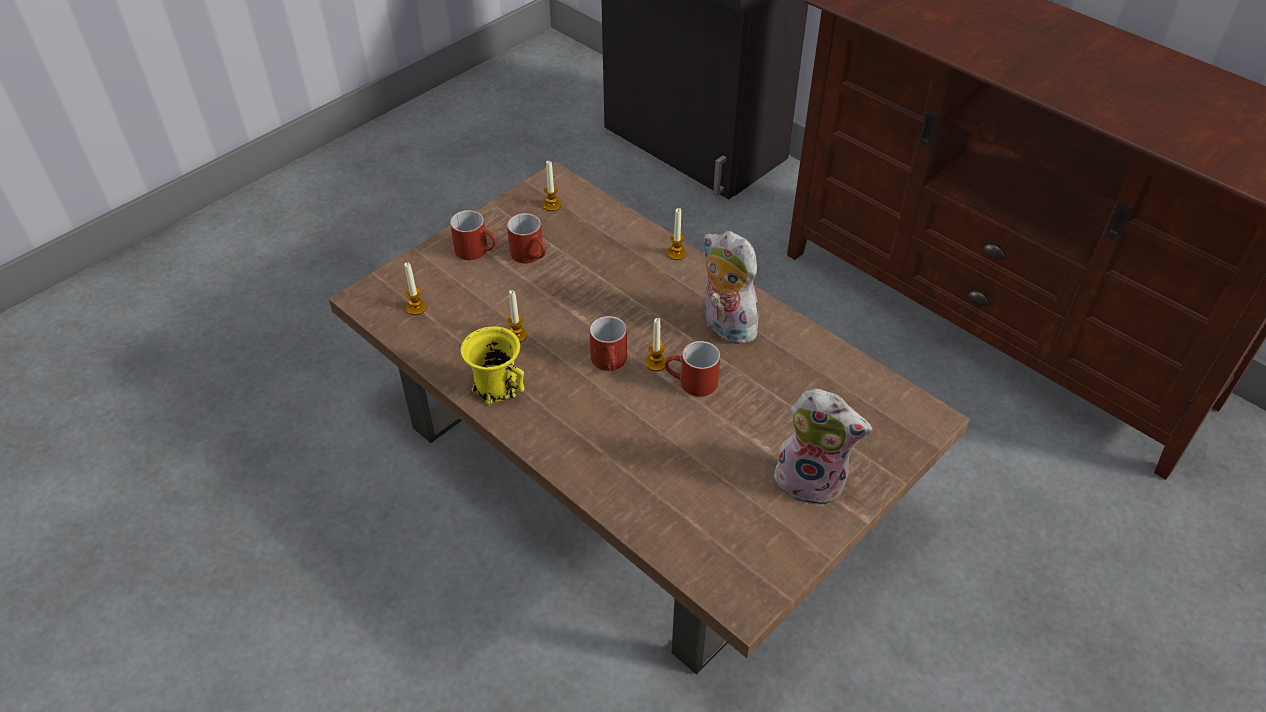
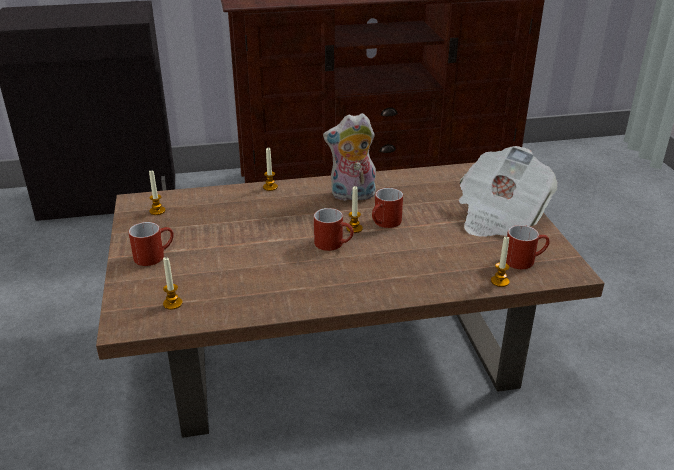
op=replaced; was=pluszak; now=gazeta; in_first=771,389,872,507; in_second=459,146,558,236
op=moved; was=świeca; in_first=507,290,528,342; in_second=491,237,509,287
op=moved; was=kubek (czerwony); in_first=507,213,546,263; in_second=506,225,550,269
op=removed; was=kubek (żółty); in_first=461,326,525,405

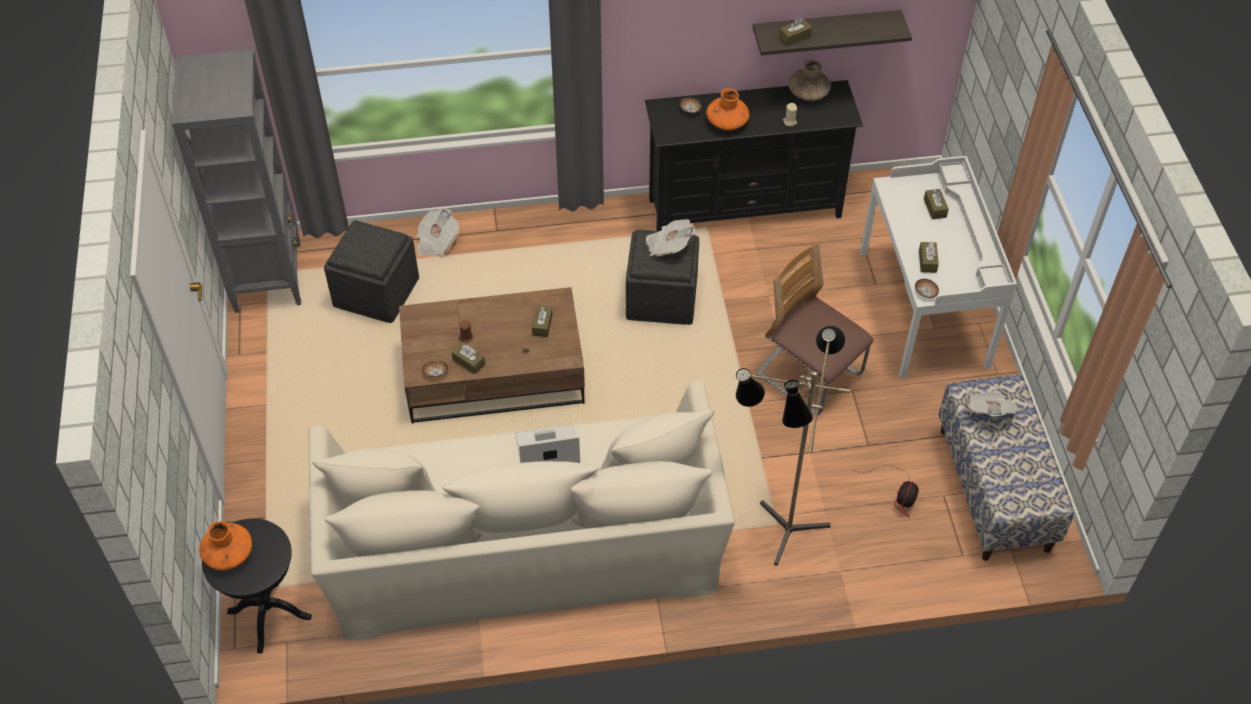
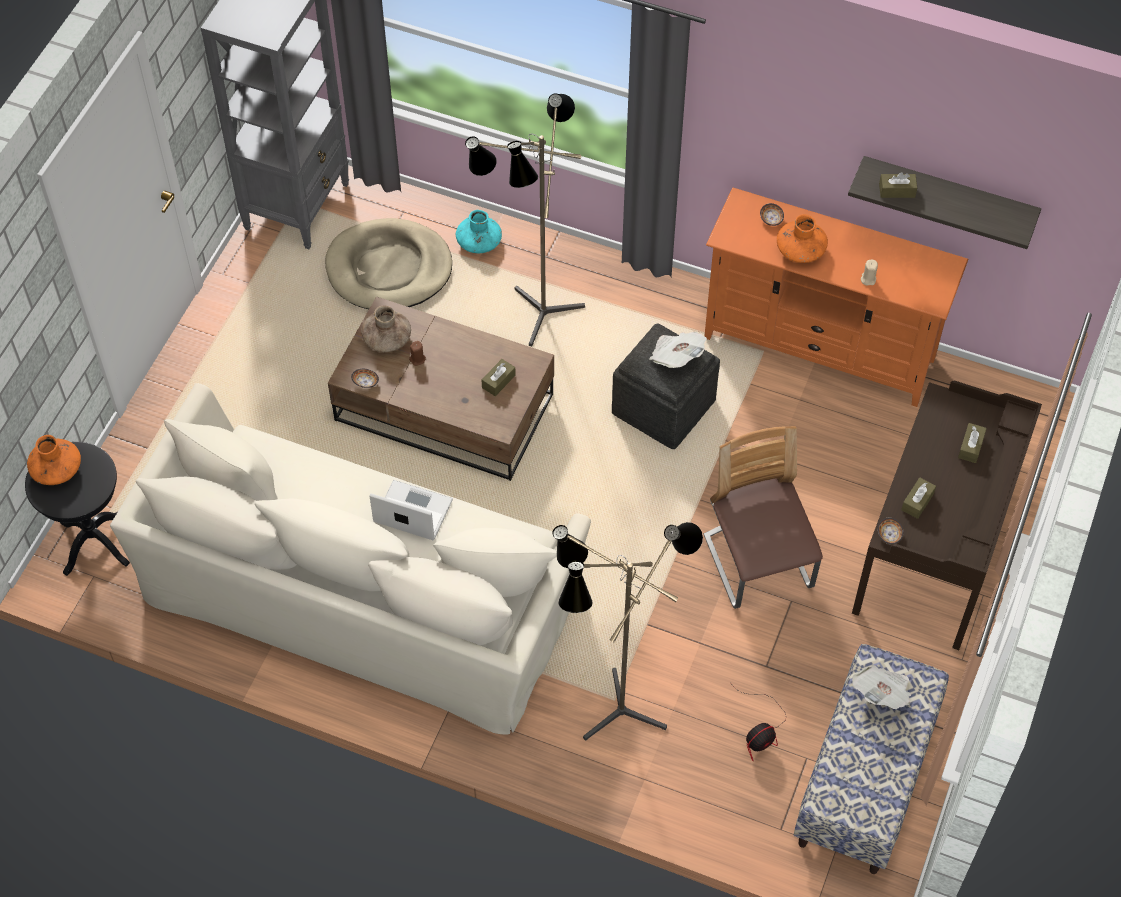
op=replaced; was=pufa (szary); now=legowisko (beżowy); in_first=324,220,419,323; in_second=325,218,452,309
op=moved; was=wazon (brązowy); in_first=788,60,831,101; in_second=361,305,411,352
op=replaced; was=gazeta; now=wazon (turkusowy); in_first=416,208,459,257; in_second=456,210,502,253
op=added; now=lampa stojąca; in_second=465,93,585,346
op=recoloured; was=szafka pod telewizor (czarny); now=szafka pod telewizor (pomarańczowy); in_first=645,80,863,231; in_second=704,187,969,407
op=recoloured; was=biurko (biały); now=biurko (brązowy); in_first=860,156,1017,379; in_second=852,381,1042,650
op=removed; was=pudełko chusteczek (brązowy); in_first=452,343,485,374

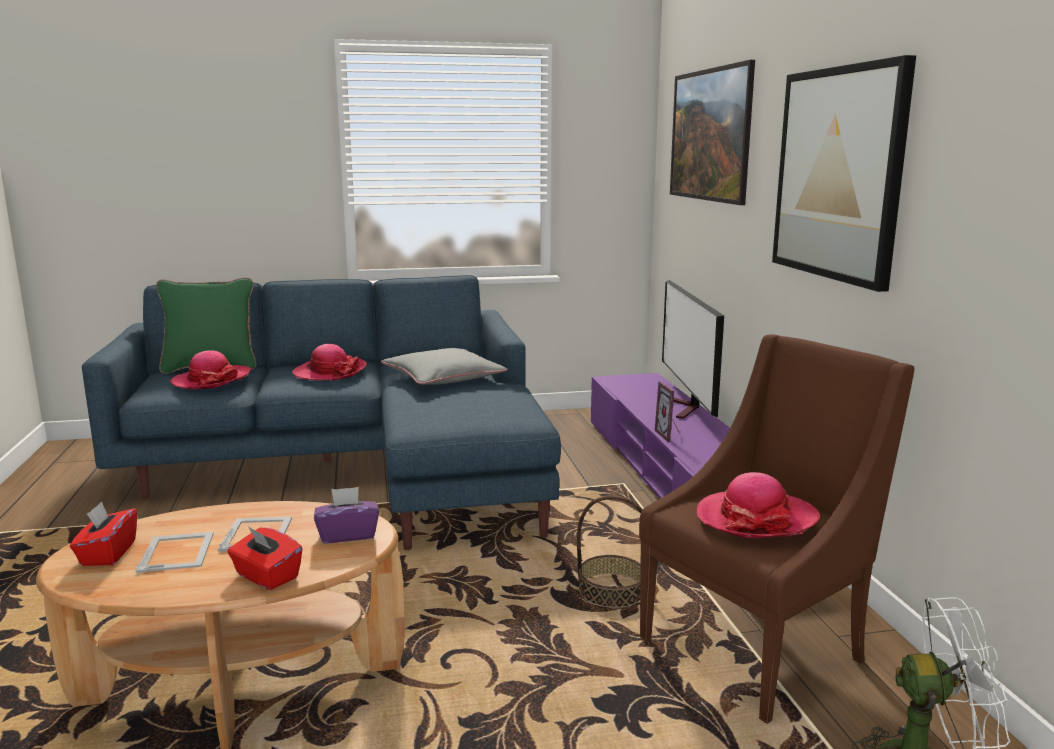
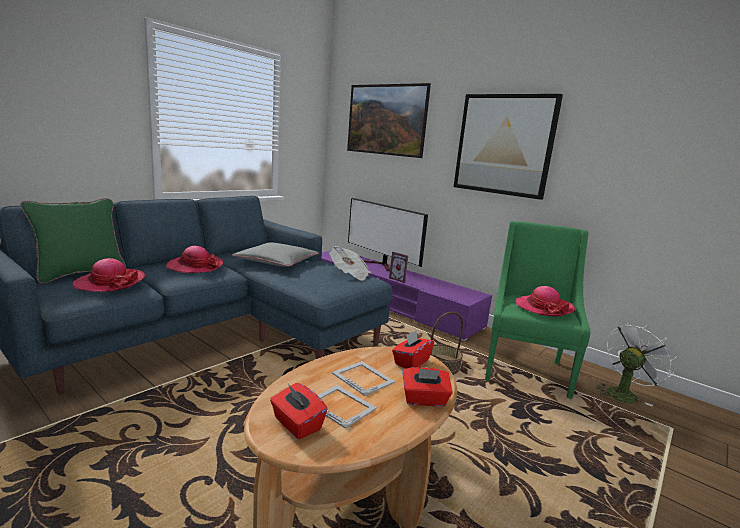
op=added; now=gazeta; in_second=329,246,371,281
op=recoloured; was=pudełko chusteczek (fioletowy); now=pudełko chusteczek (czerwony); in_first=314,487,379,543; in_second=392,330,434,369
op=recoloured; was=fotel (brązowy); now=fotel (zielony); in_first=639,334,915,724; in_second=485,221,591,399

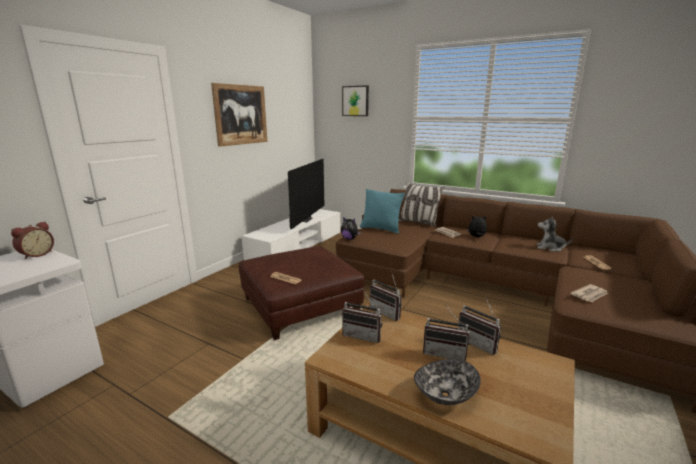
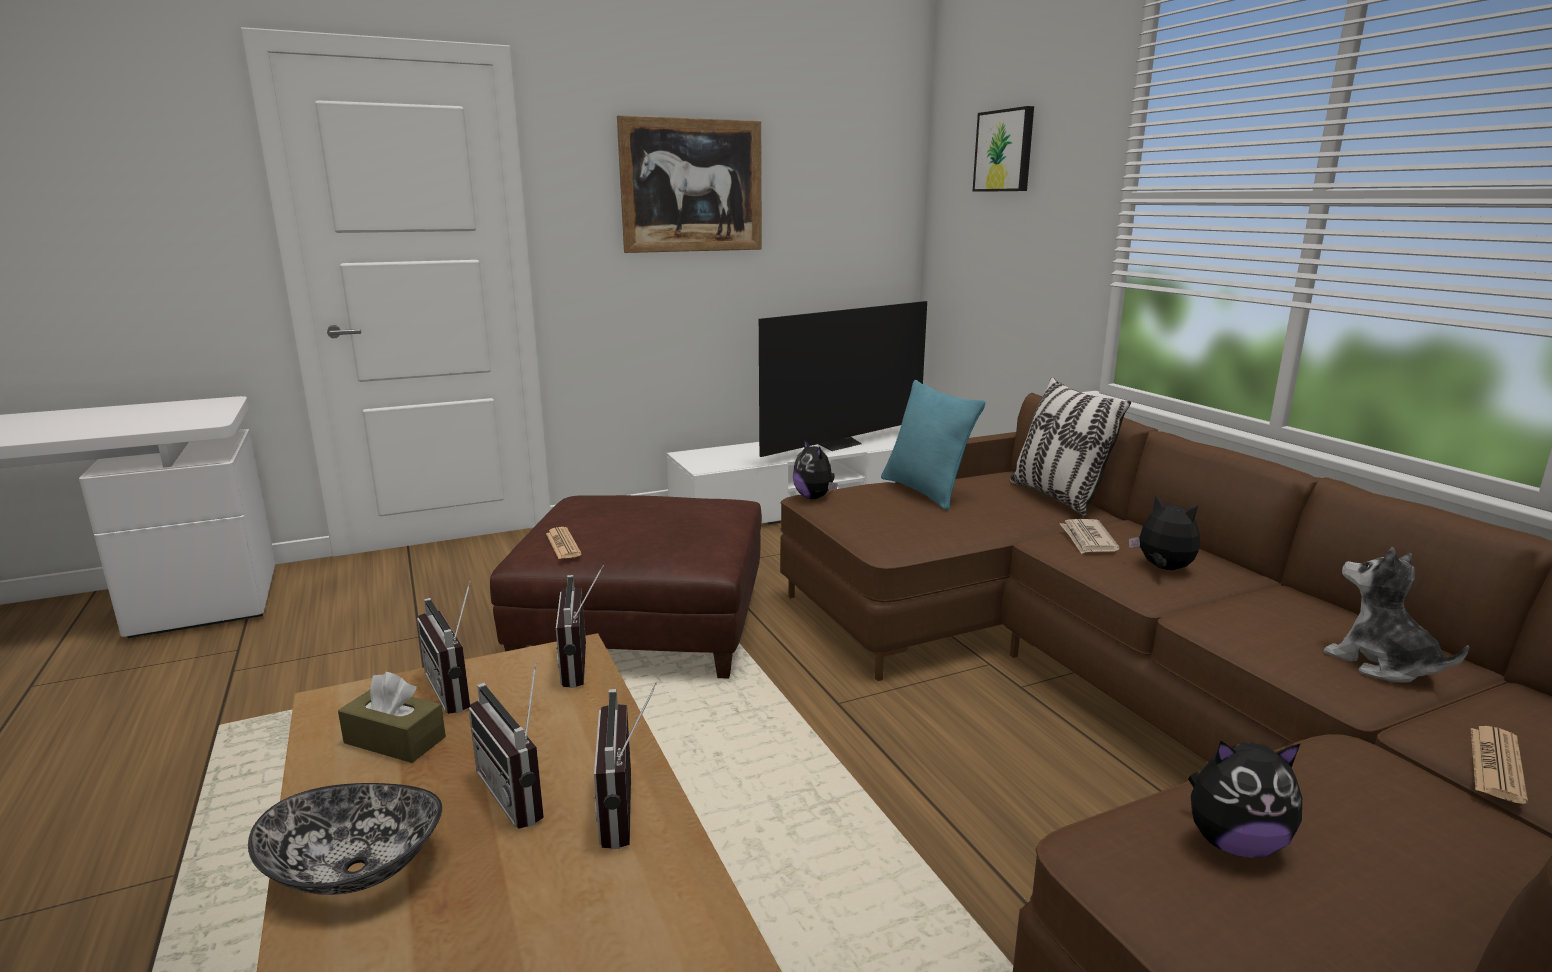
op=added; now=pudełko chusteczek (brązowy); in_second=338,672,446,763
op=replaced; was=gazeta; now=pluszak; in_first=570,284,608,302; in_second=1188,741,1302,858
op=removed; was=budzik; in_first=11,222,54,260

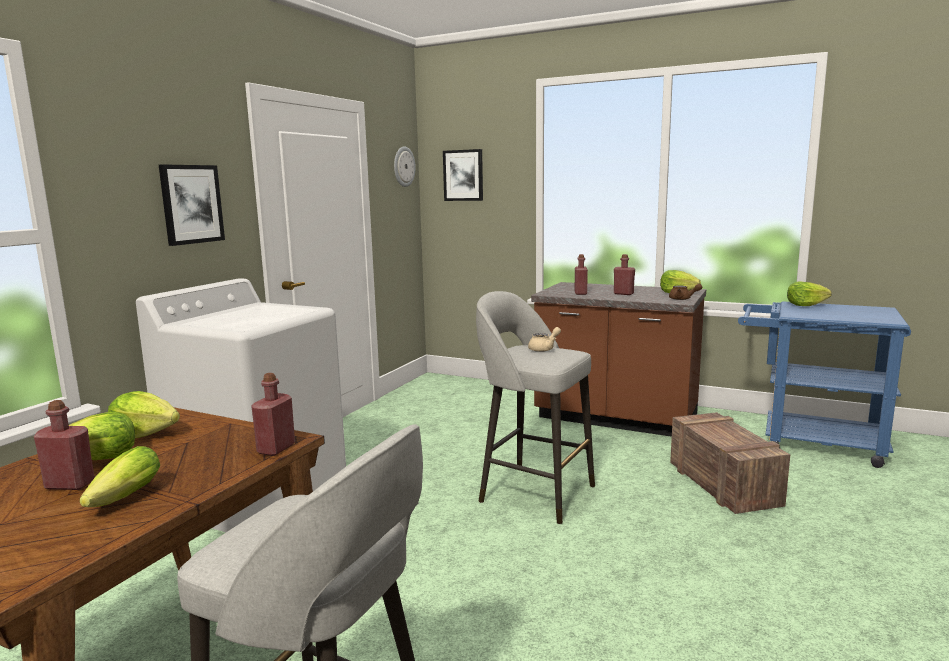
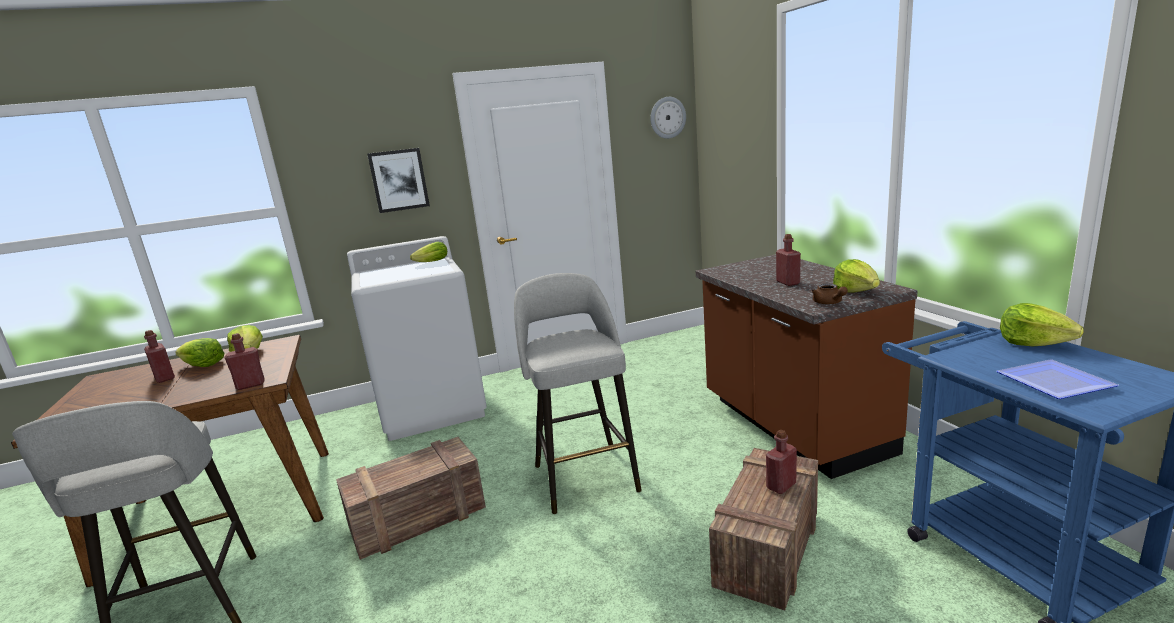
op=added; now=skrzynka; in_second=336,437,486,560
op=moved; was=sałata; in_first=80,446,160,507; in_second=410,242,447,262
op=moved; was=butelka (czerwony); in_first=575,254,588,295; in_second=766,430,797,494
op=added; now=talerz; in_second=997,359,1119,399
op=removed; was=obraz; in_first=443,149,483,201
op=removed; was=imbryk (beżowy); in_first=528,327,561,352

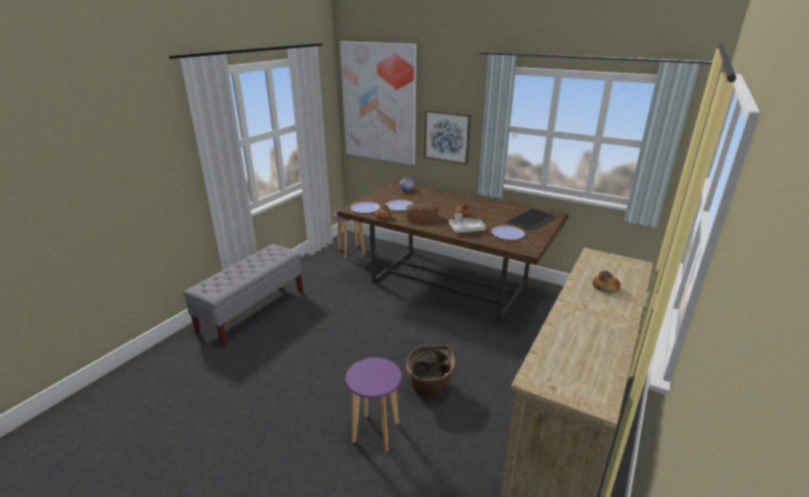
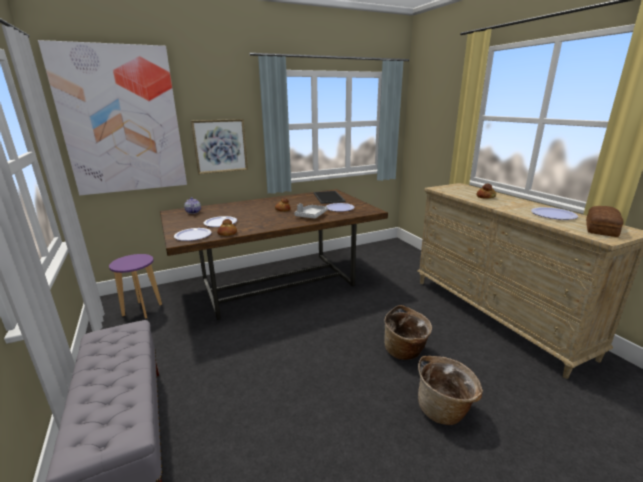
op=replaced; was=stołek (fioletowy); now=koszyk; in_first=346,357,401,451; in_second=418,356,483,425
op=added; now=talerz; in_second=531,207,578,220
op=moved; was=chleb; in_first=406,204,439,221; in_second=586,206,623,237

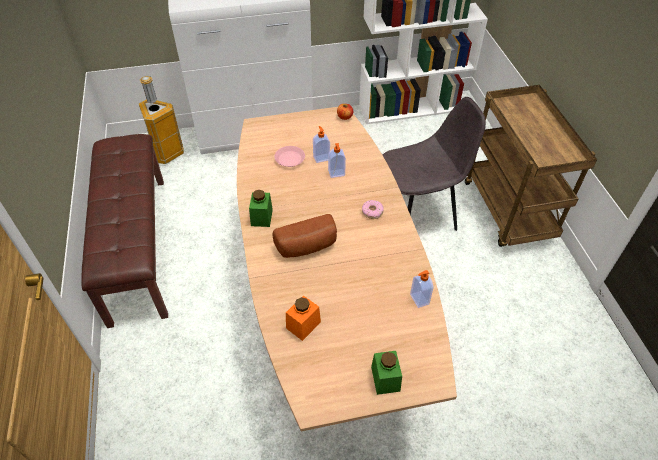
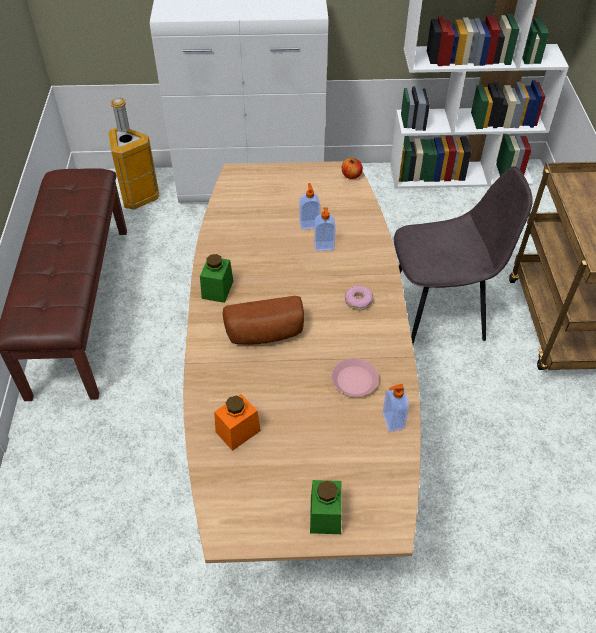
op=moved; was=talerz (różowy); in_first=274,146,305,167; in_second=331,358,379,397

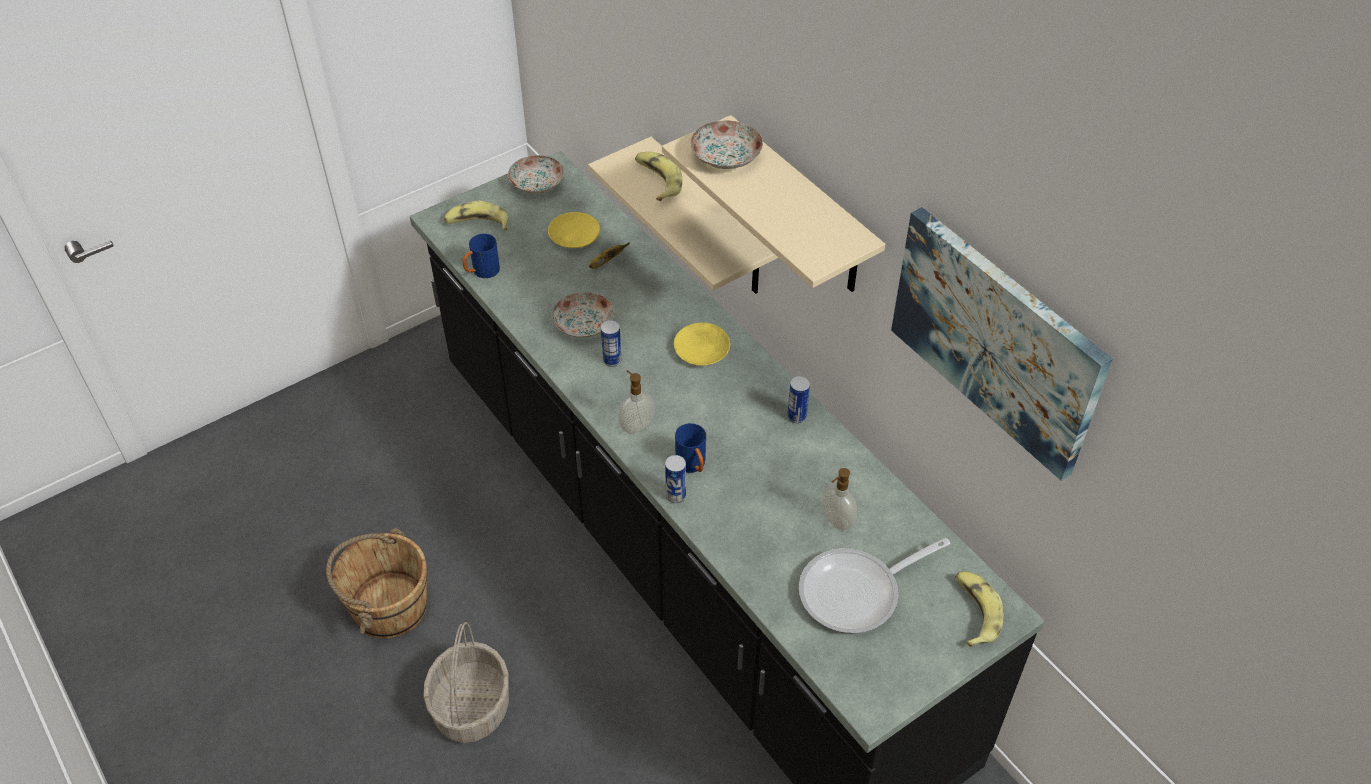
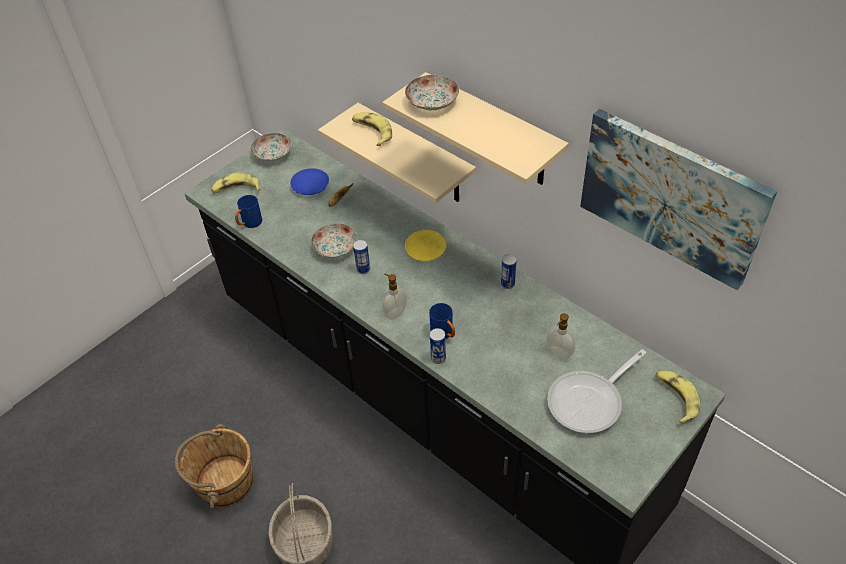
op=recoloured; was=talerz (żółty); now=talerz (niebieski); in_first=548,212,600,248; in_second=290,168,329,195

